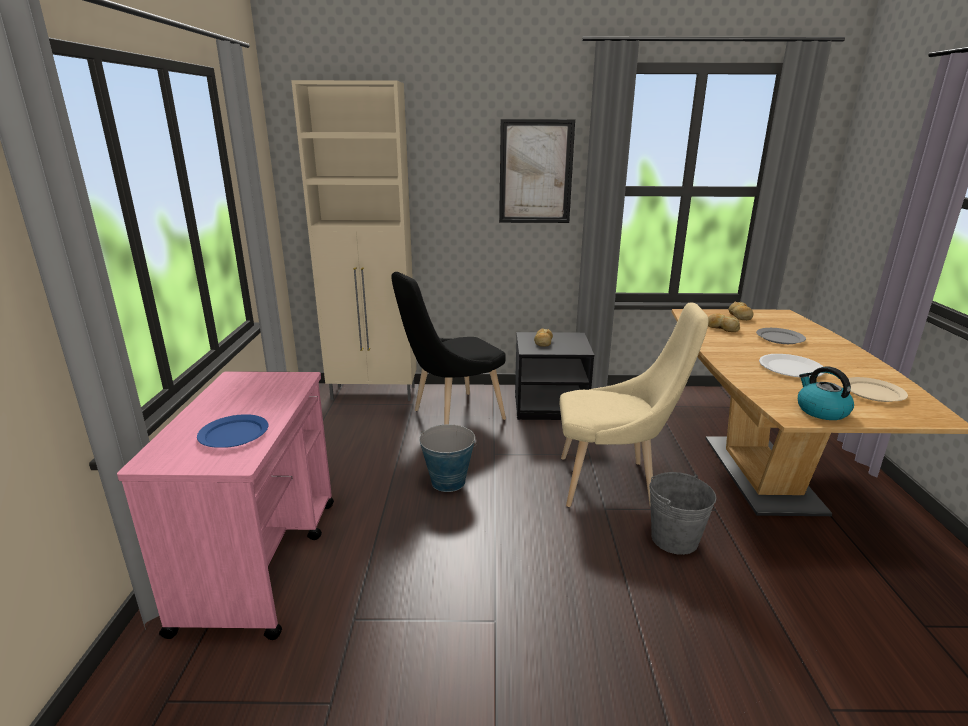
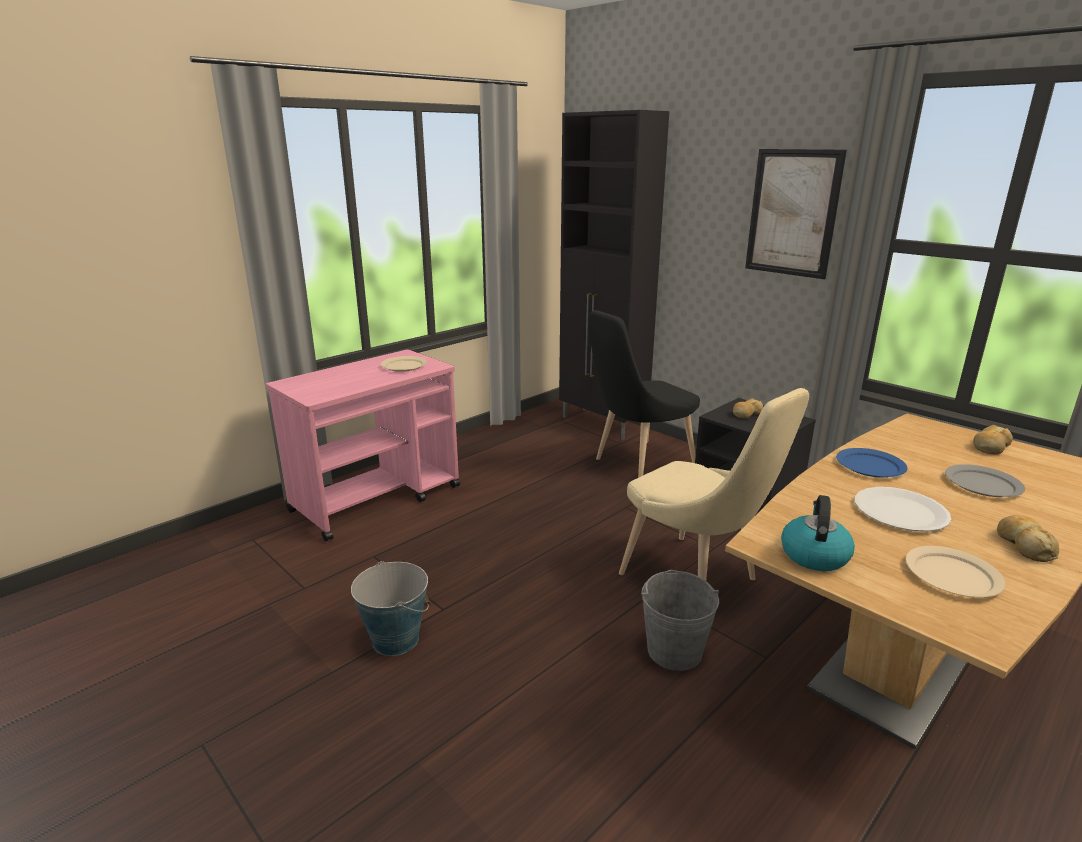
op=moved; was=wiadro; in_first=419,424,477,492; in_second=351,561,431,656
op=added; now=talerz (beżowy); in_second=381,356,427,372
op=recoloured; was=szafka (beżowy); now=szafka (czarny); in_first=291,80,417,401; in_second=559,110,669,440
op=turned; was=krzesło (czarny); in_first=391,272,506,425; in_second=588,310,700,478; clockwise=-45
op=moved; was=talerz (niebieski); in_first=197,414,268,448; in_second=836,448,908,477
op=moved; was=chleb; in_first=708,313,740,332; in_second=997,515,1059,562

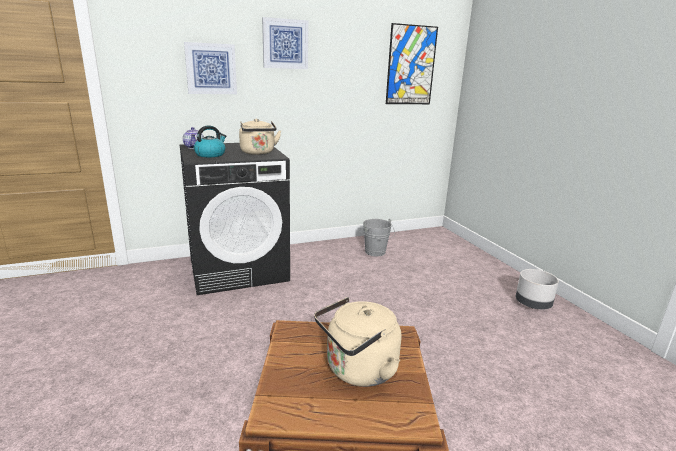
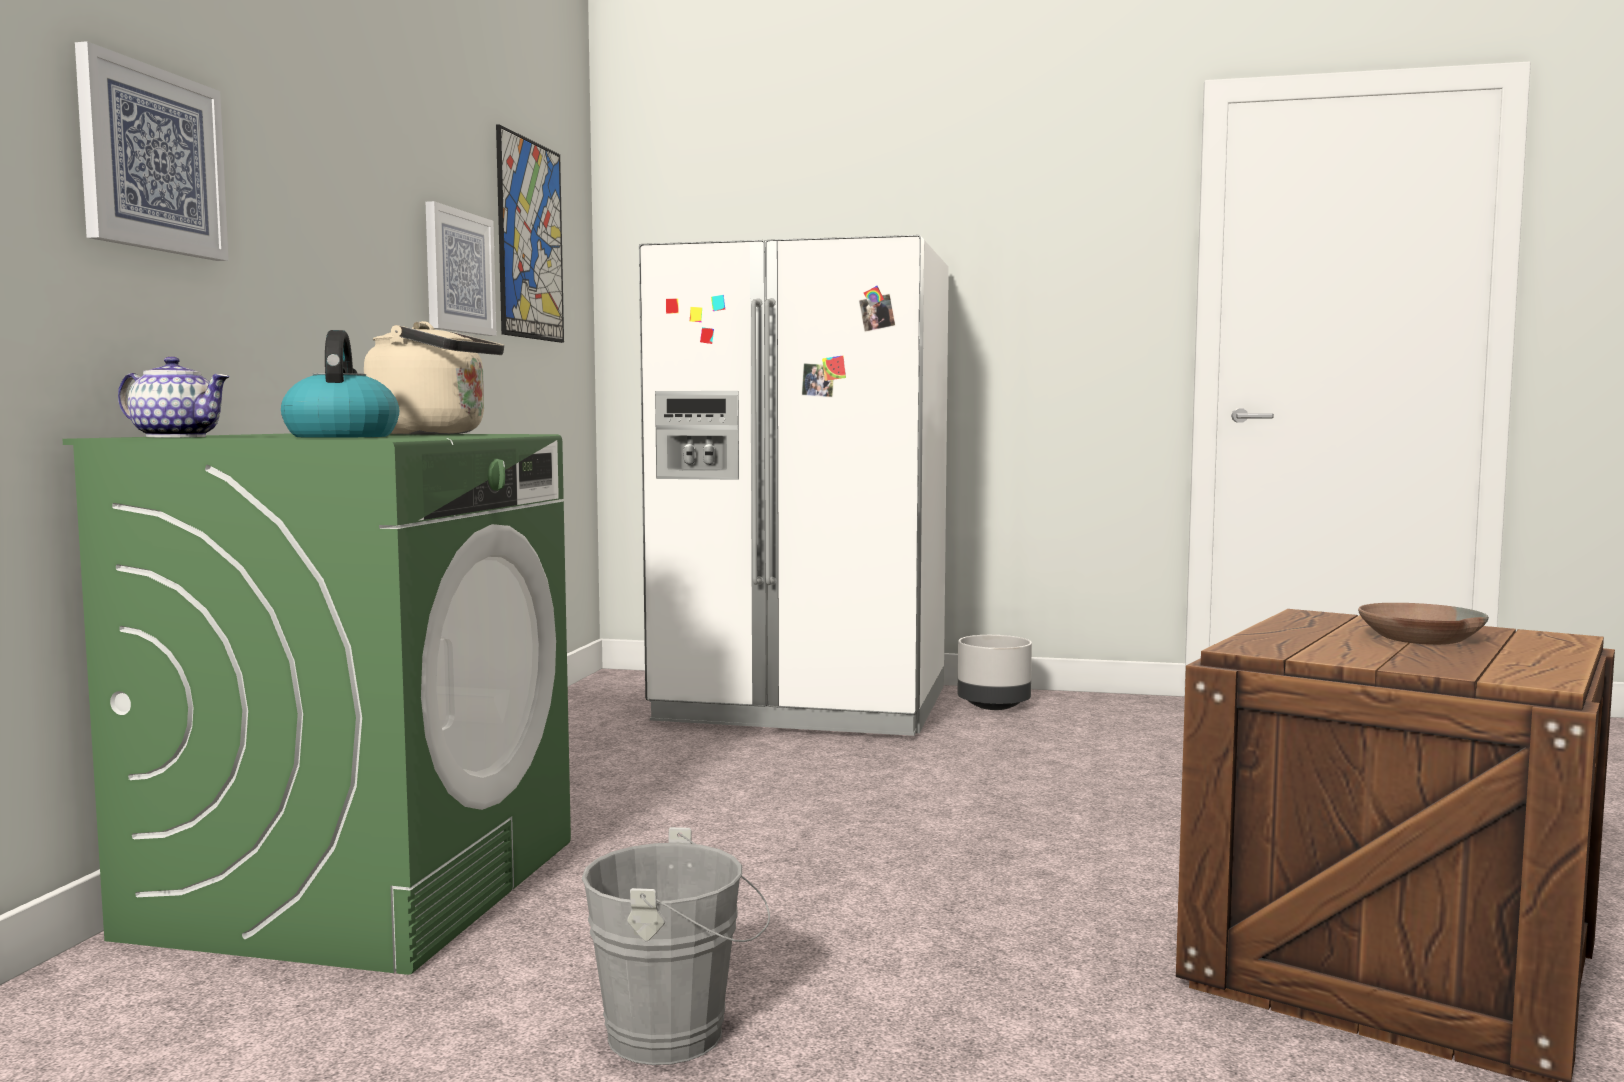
op=recoloured; was=pralka (czarny); now=pralka (zielony); in_first=180,143,290,295; in_second=63,433,571,975
op=moved; was=obraz; in_first=262,17,308,69; in_second=426,201,496,336
op=moved; was=wiadro (szary); in_first=363,219,395,256; in_second=582,827,770,1065
op=added; now=lodówka (biały); in_second=639,235,949,736
op=replaced; was=czajnik (beżowy); now=miska (brązowy); in_first=314,297,401,387; in_second=1358,603,1489,645

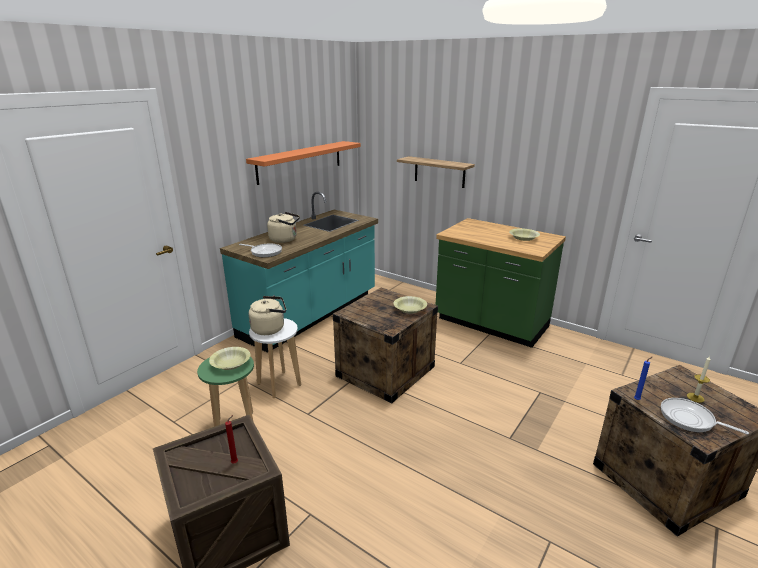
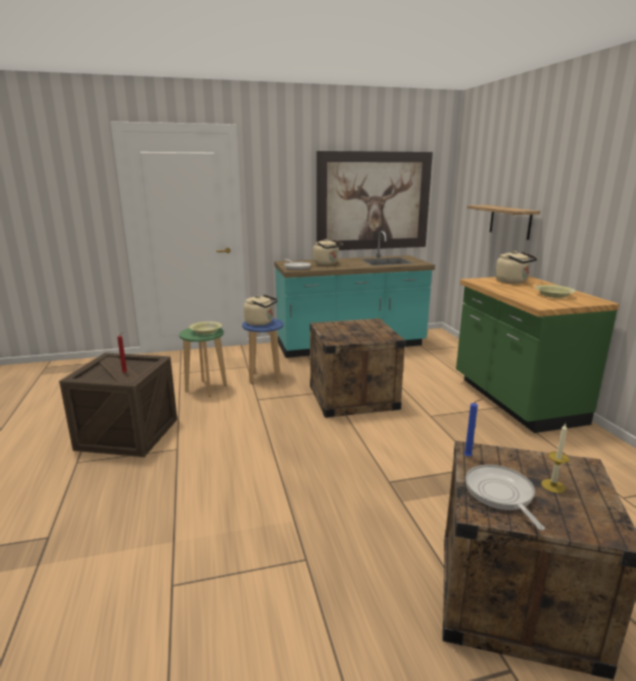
op=recoloured; was=stołek (biały); now=stołek (niebieski); in_first=249,318,301,398; in_second=242,318,284,383
op=replaced; was=półka (pomarańczowy); now=obraz; in_first=246,141,361,185; in_second=316,151,433,250
op=added; now=czajnik (beżowy); in_second=495,251,538,284
op=removed; was=miska (żółty); in_first=393,296,427,314

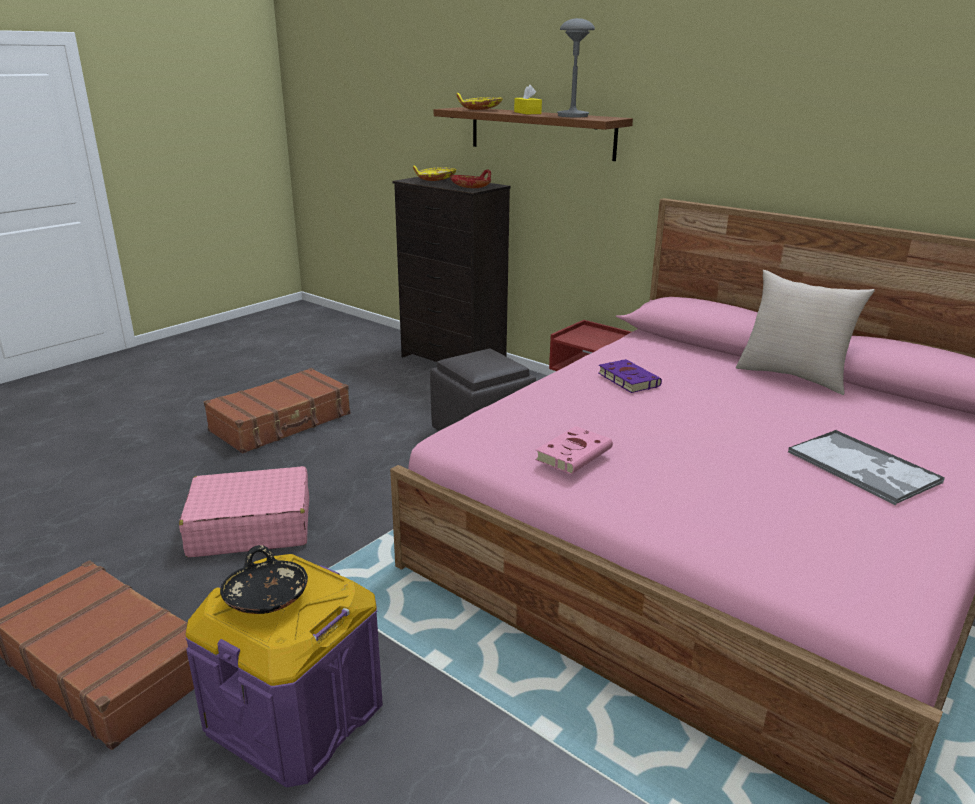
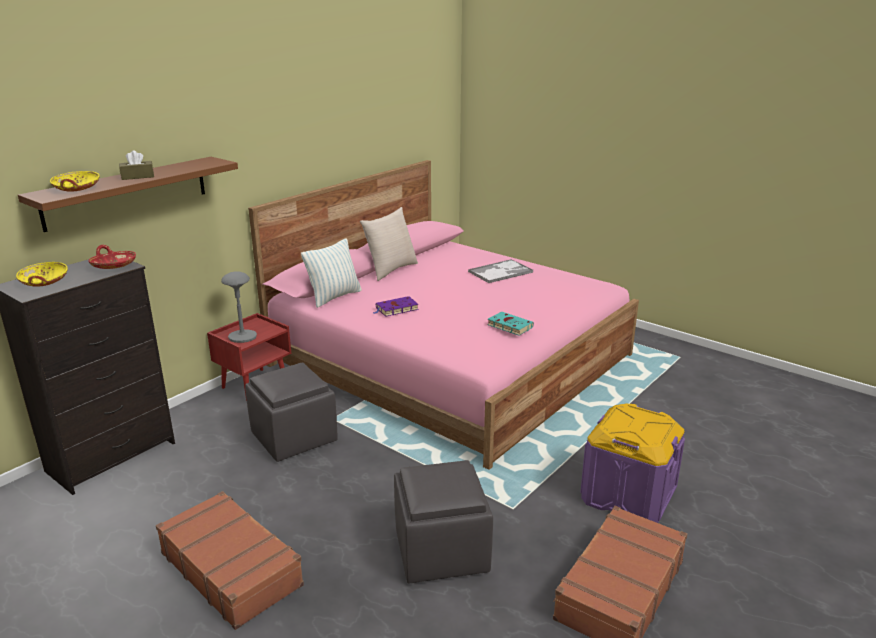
op=recoloured; was=pudełko chusteczek (żółty); now=pudełko chusteczek (brązowy); in_first=514,85,542,114; in_second=119,150,154,180
op=moved; was=lampa stołowa (szary); in_first=557,18,595,117; in_second=221,271,257,343
op=added; now=poduszka; in_second=301,238,362,308
op=replaced; was=walizka (różowy); now=pufa (szary); in_first=179,466,309,557; in_second=394,460,493,583
op=recoloured; was=książka (różowy); now=książka (turkusowy); in_first=535,426,613,474; in_second=487,311,534,336
op=removed; was=miska (czarny); in_first=220,545,308,614

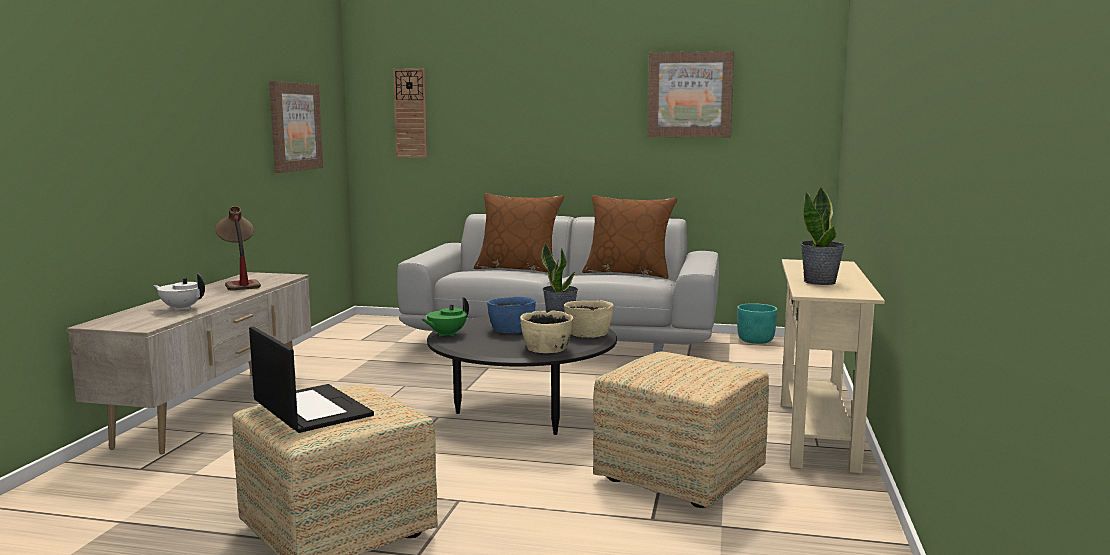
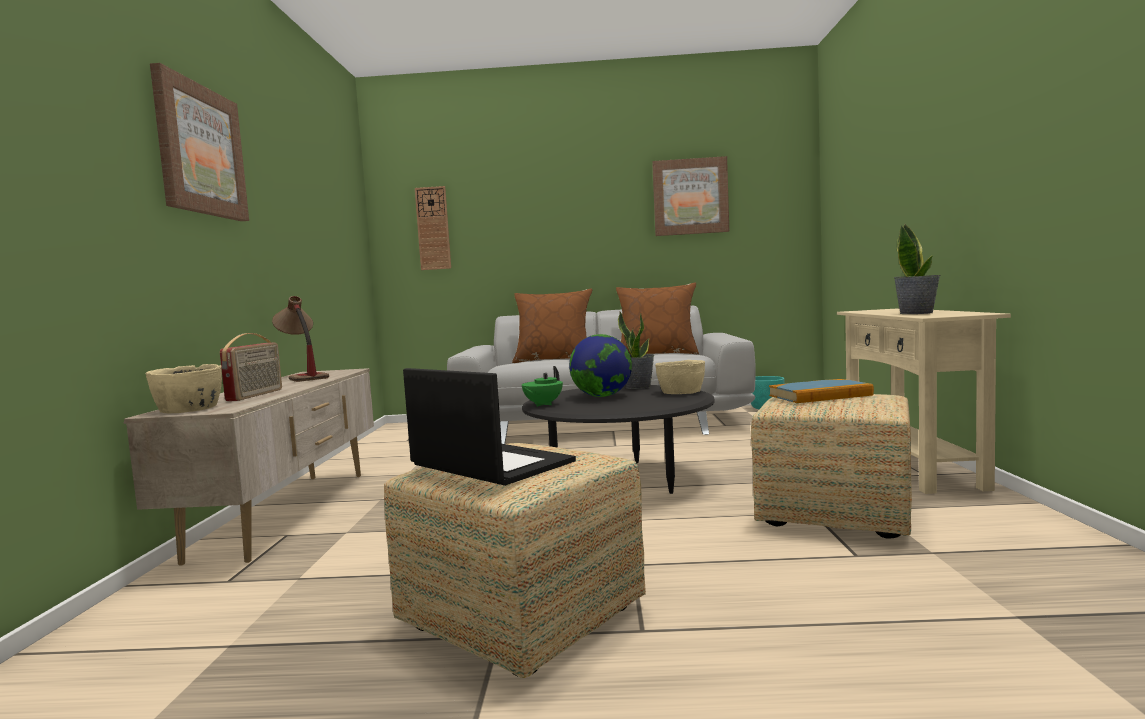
op=moved; was=miska (beżowy); in_first=520,311,573,353; in_second=145,364,222,413
op=moved; was=obraz; in_first=269,81,323,173; in_second=150,63,249,221
op=replaced; was=imbryk (biały); now=radio; in_first=153,273,205,311; in_second=220,333,282,401
op=replaced; was=miska (niebieski); now=globus; in_first=487,296,536,334; in_second=569,334,632,397
op=added; now=książka; in_second=769,379,874,403

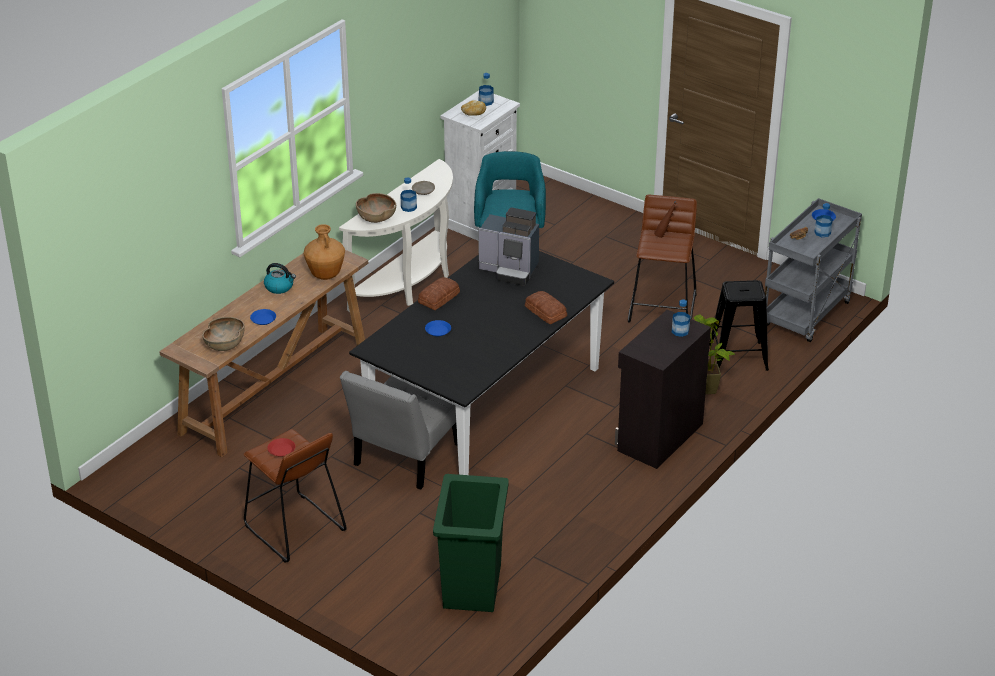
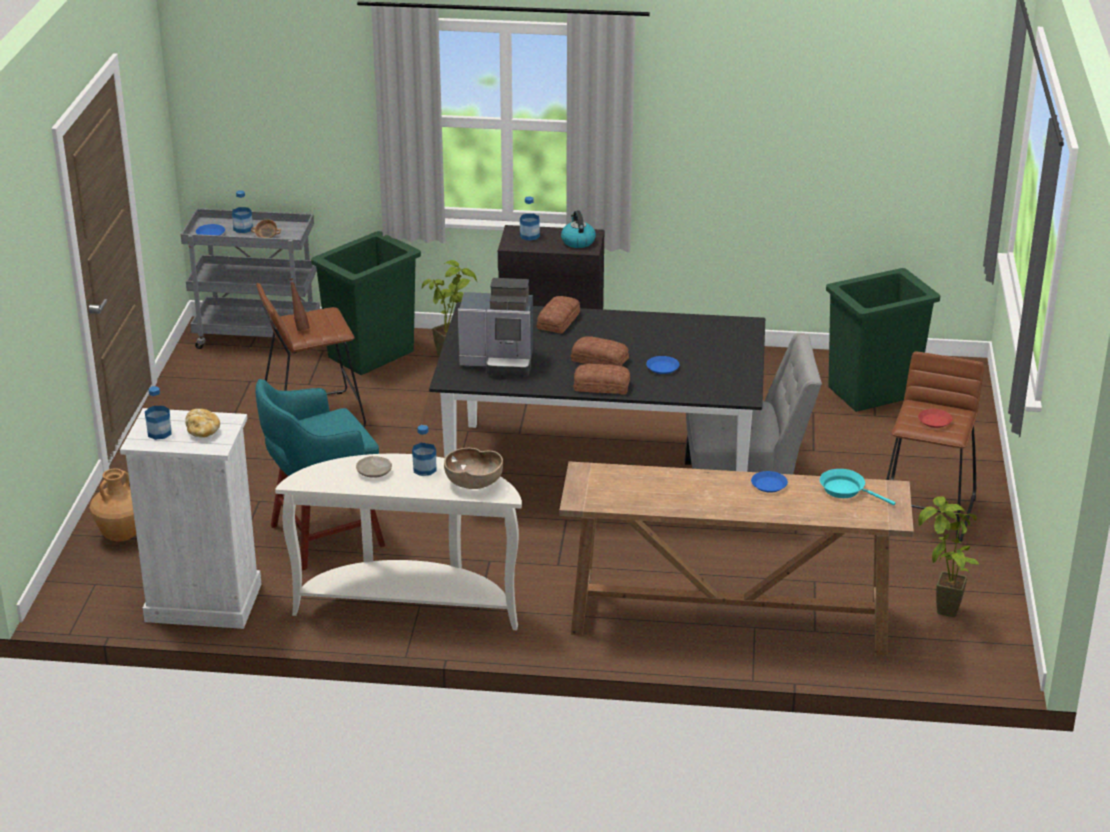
op=moved; was=wazon (brązowy); in_first=304,224,345,280; in_second=90,468,136,542
op=replaced; was=stołek (czarny); now=kosz na śmieci (zielony); in_first=709,280,769,371; in_second=311,231,421,375
op=turned; was=ekspres do kawy; in_first=478,207,539,286; in_second=458,278,533,377; clockwise=105
op=moved; was=czajnik; in_first=264,263,296,294; in_second=561,210,596,248
op=added; now=chleb; in_second=571,336,629,366
op=replaced; was=miska (brązowy); now=patelnia (turkusowy); in_first=202,317,245,351; in_second=820,469,896,505
op=added; now=roślina doniczkowa; in_second=918,496,979,618

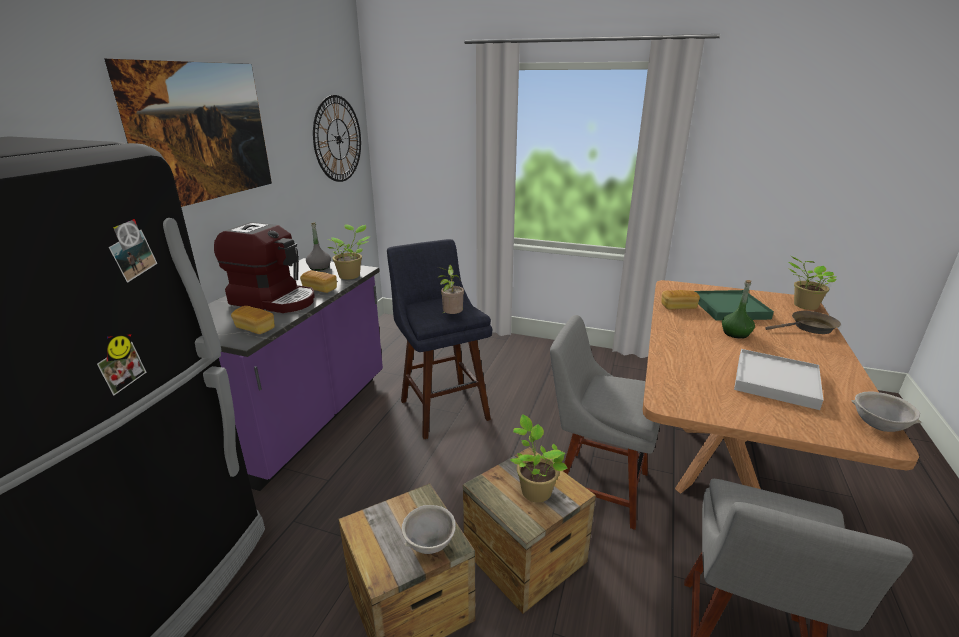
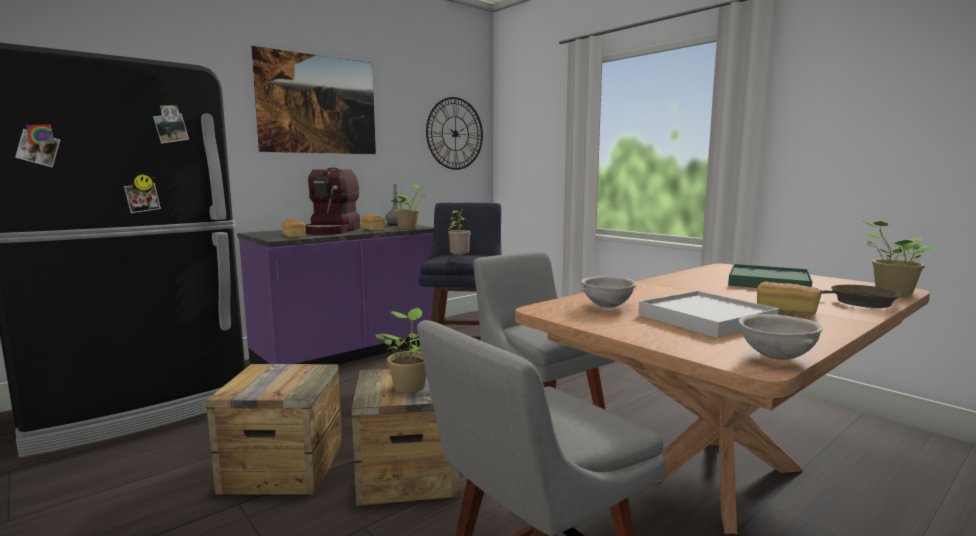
op=turned; was=ekspres do kawy; in_first=214,222,315,313; in_second=305,168,360,235; clockwise=45
op=moved; was=miska (szary); in_first=402,505,456,554; in_second=581,276,636,308
op=moved; was=chleb; in_first=661,290,700,309; in_second=757,282,821,314
op=removed; was=butelka (zielony); in_first=722,280,755,339

